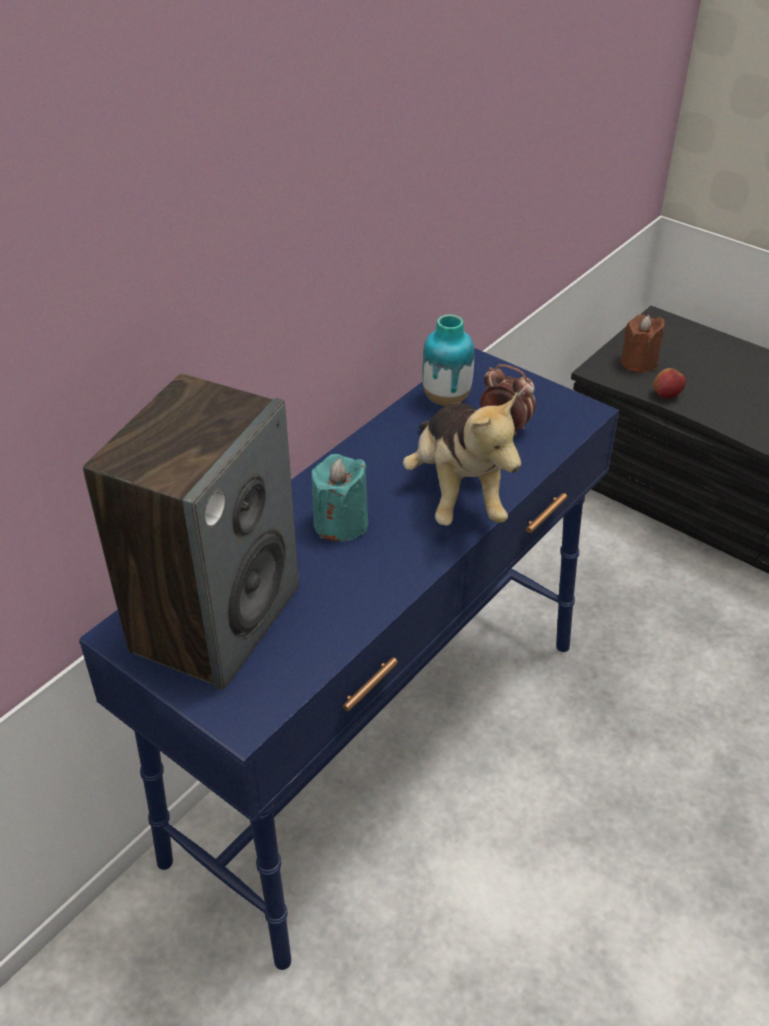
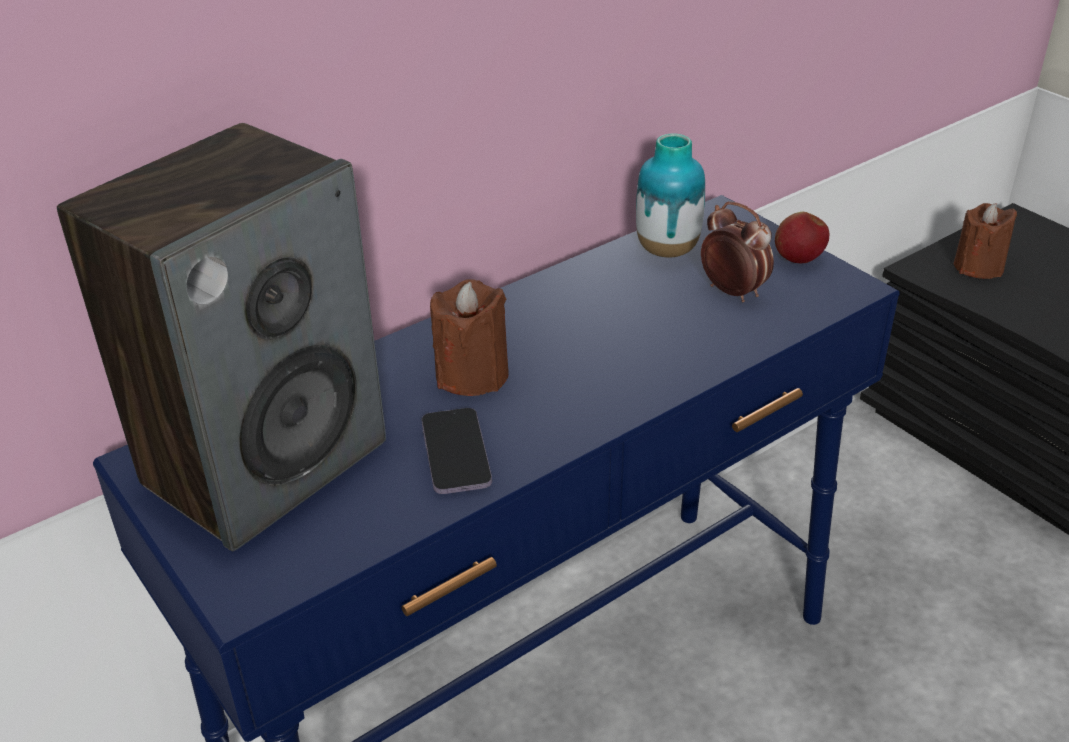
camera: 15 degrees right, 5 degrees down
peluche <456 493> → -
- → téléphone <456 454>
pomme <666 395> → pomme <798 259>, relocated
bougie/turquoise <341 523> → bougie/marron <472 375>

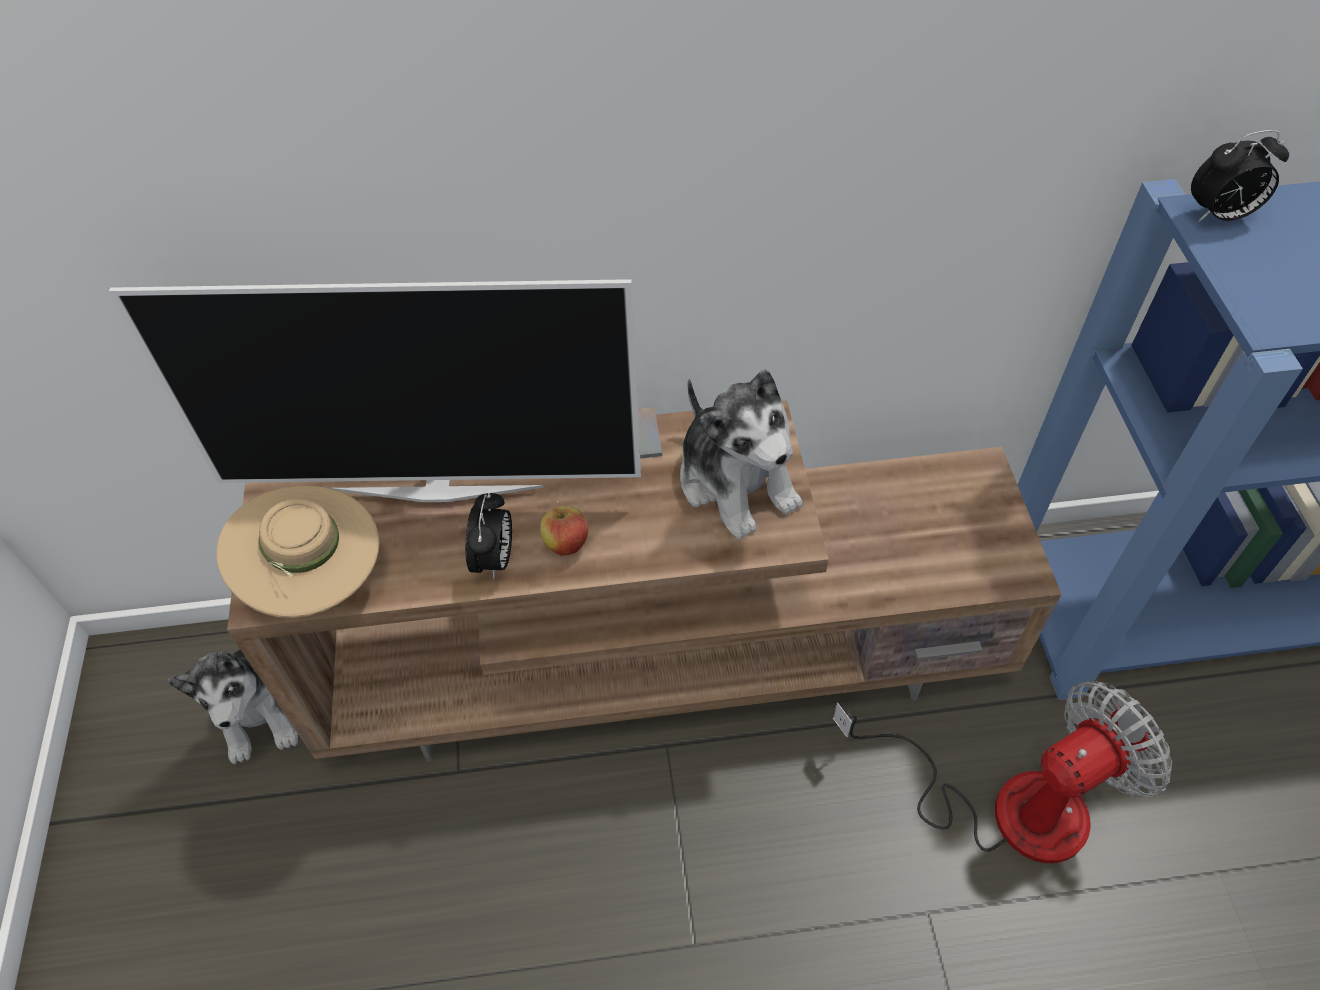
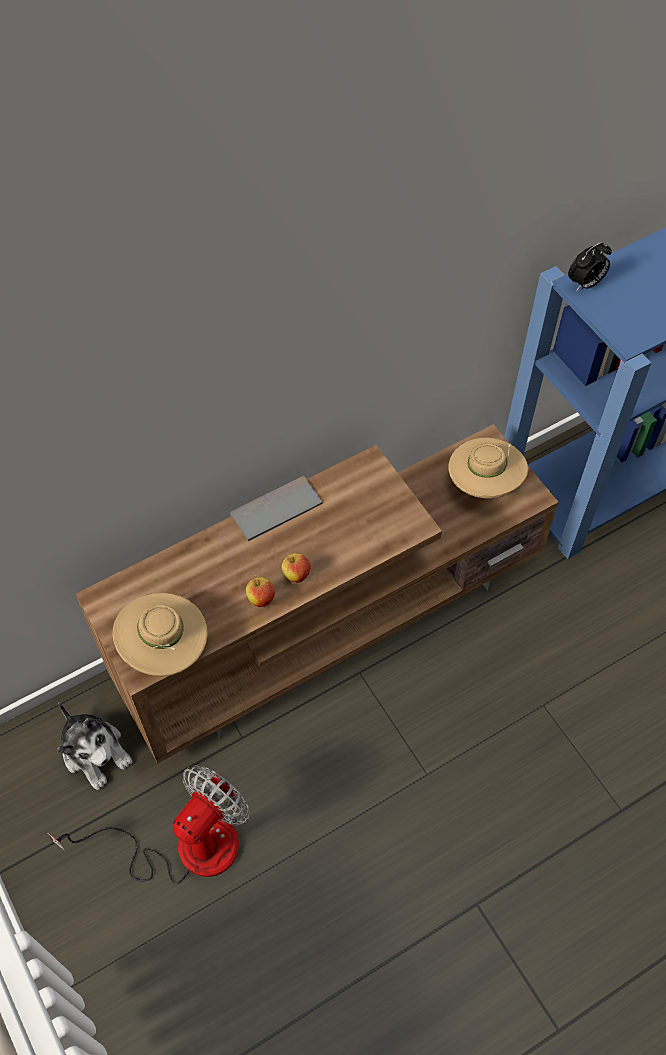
camera: 25 degrees left, 5 degrees up
téléviseur <438 485> → -
peluche <736 481> → -
- → chapeau/beige <484 484>
ventilateur <1004 804> → ventilateur <184 846>, relocated
réveil <494 560> → pomme <261 599>

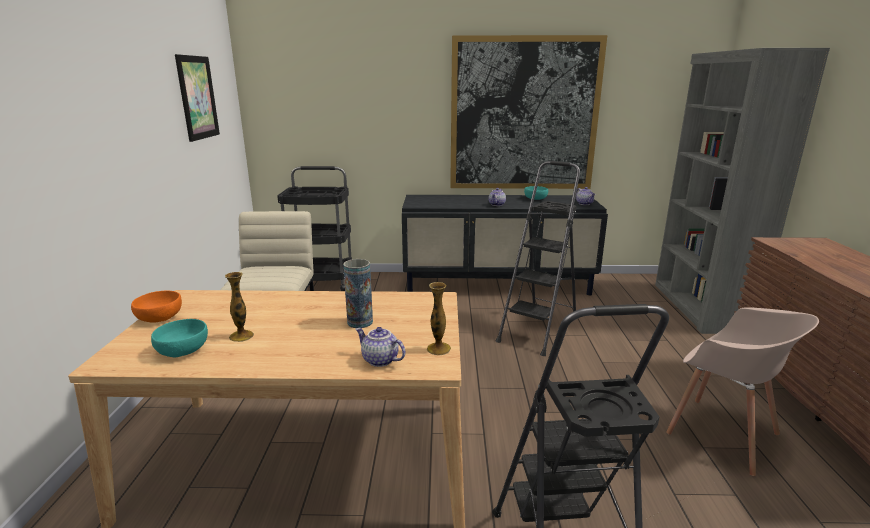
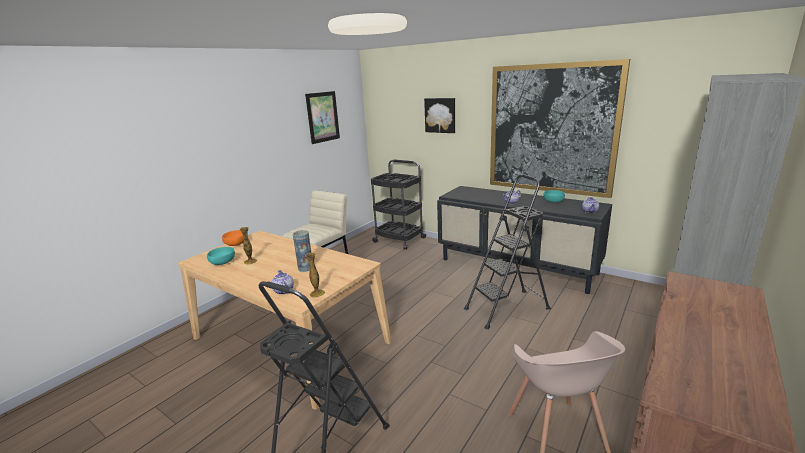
camera: 35 degrees right, 0 degrees up
- → tableau <440 115>

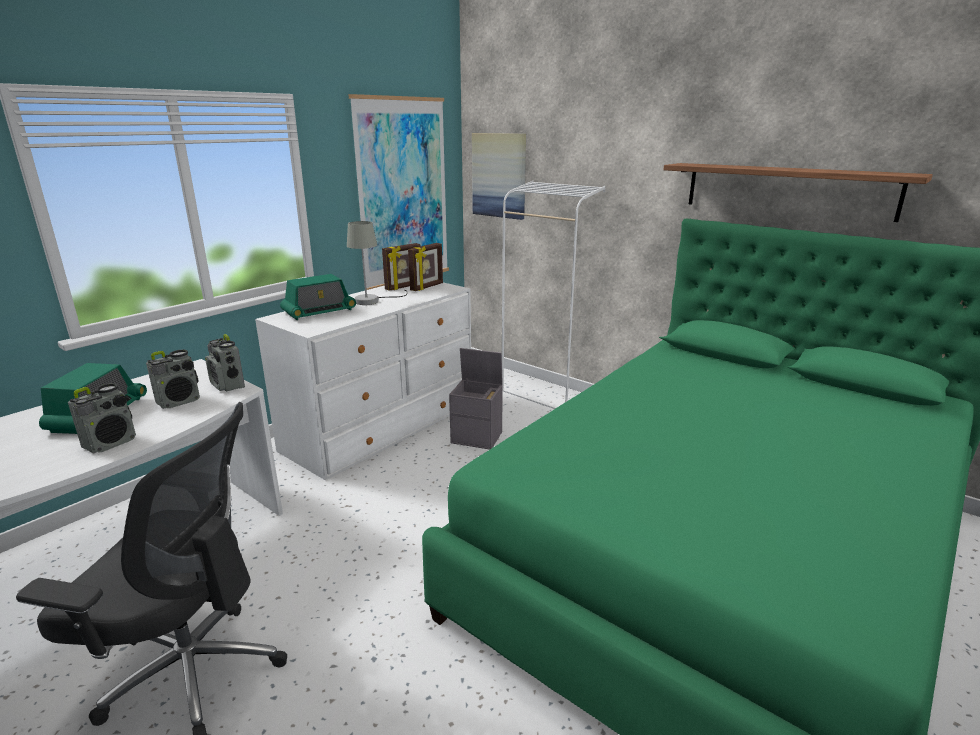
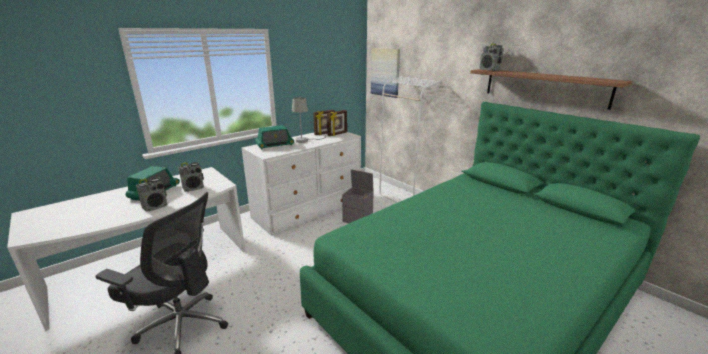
camera: 10 degrees right, 0 degrees up
tableau <403 193> → -
radio <227 385> → radio <489 70>, relocated

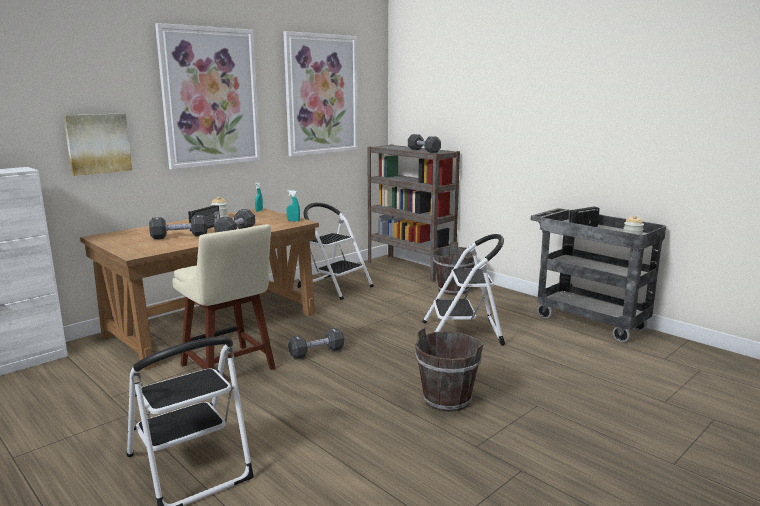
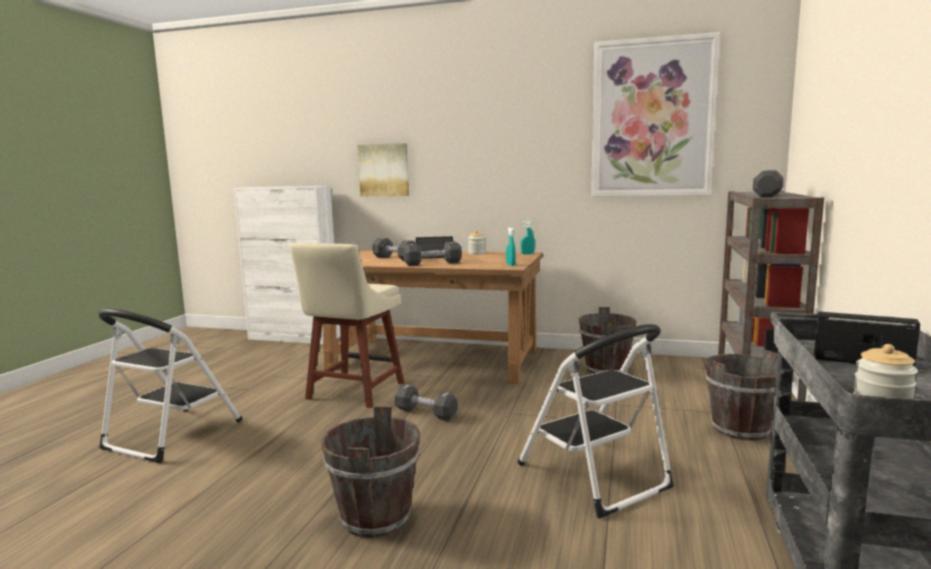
camera: 60 degrees right, 5 degrees down
tableau <210 97> → -
escabeau <333 287> → seau/marron <606 369>

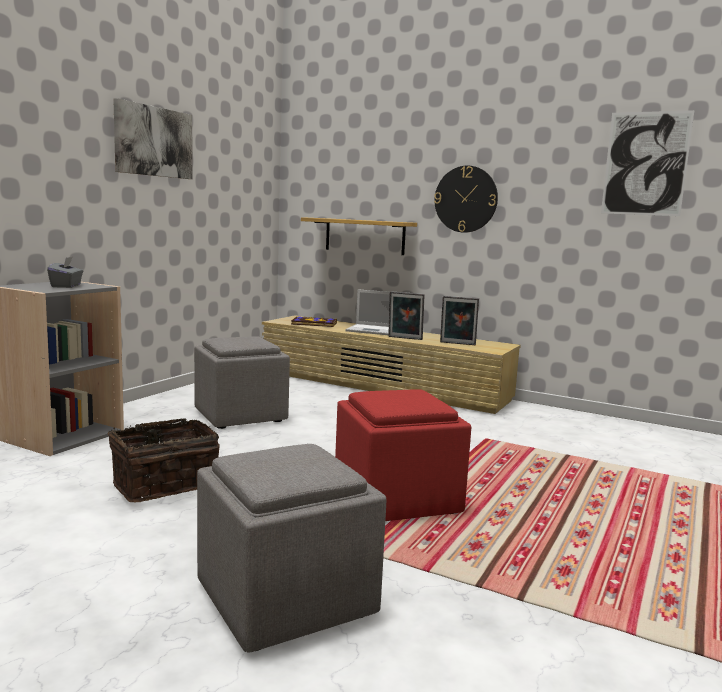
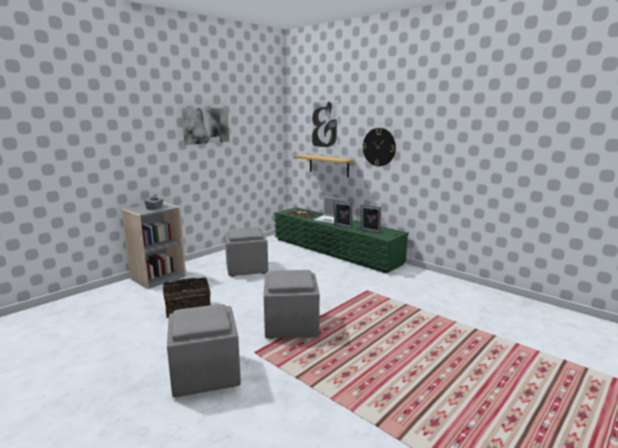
camera: 15 degrees right, 5 degrees up
tableau <645 163> → tableau <324 124>, relocated
meuble télé/beige <383 386> → meuble télé/vert <335 251>
pouf/rouge <397 499> → pouf/gris <292 325>

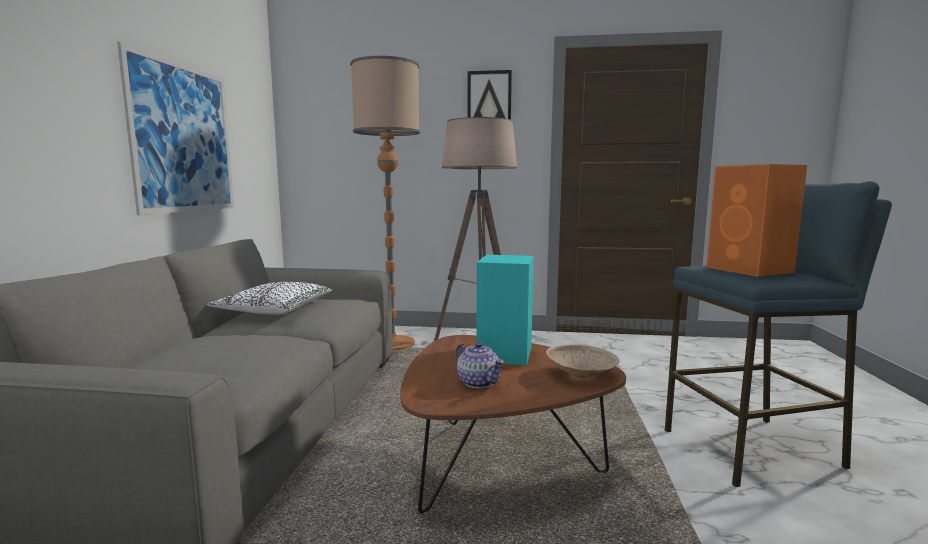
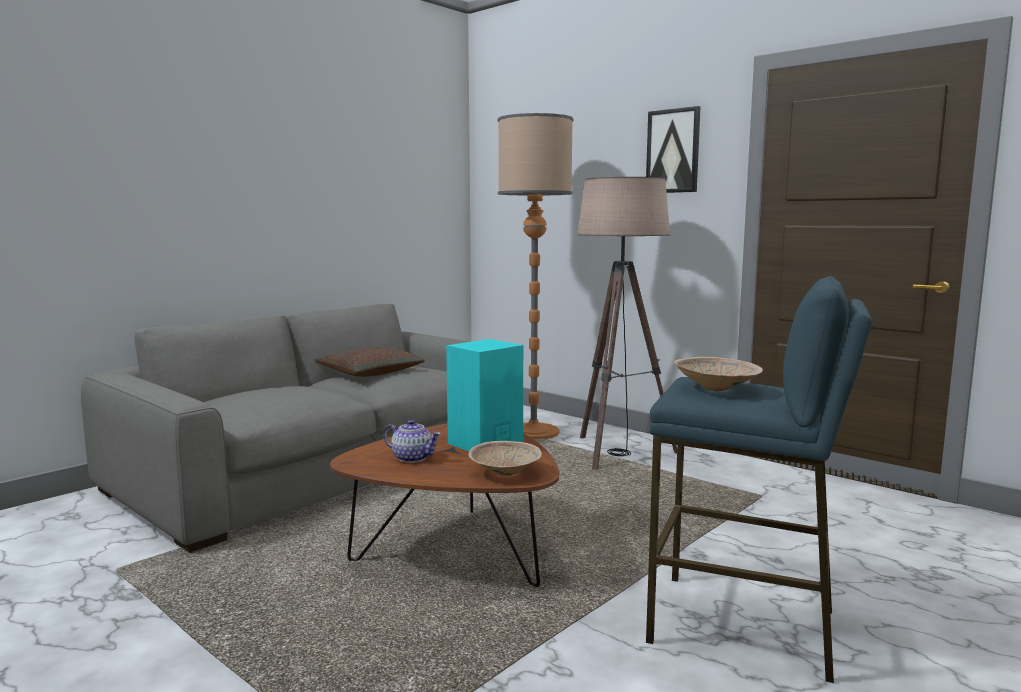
camera: 35 degrees right, 0 degrees up
tableau <184 138> → -
enceinte/orange <750 270> → bol/beige <717 389>
coussin/blanc <274 310> → coussin/marron <369 373>
théière <478 382> → théière <412 458>, 60 degrees counterclockwise

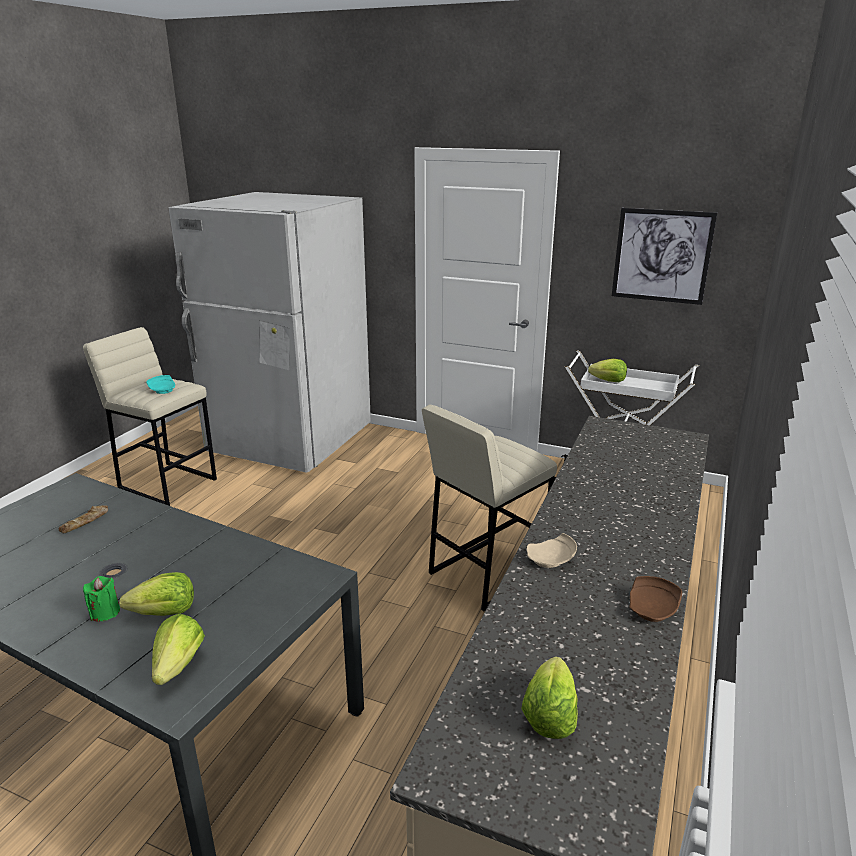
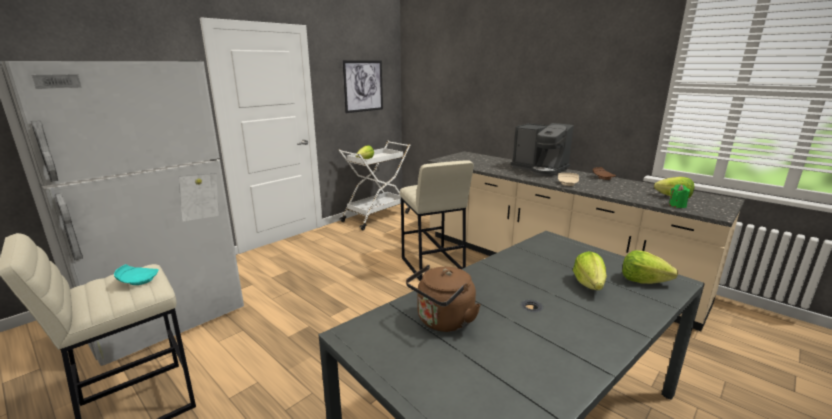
camera: 70 degrees left, 5 degrees down
- → machine à café <540 169>
bougie/vert <105 612> → bougie/vert <677 205>, relocated
pain <85 522> → bouilloire/marron <443 321>

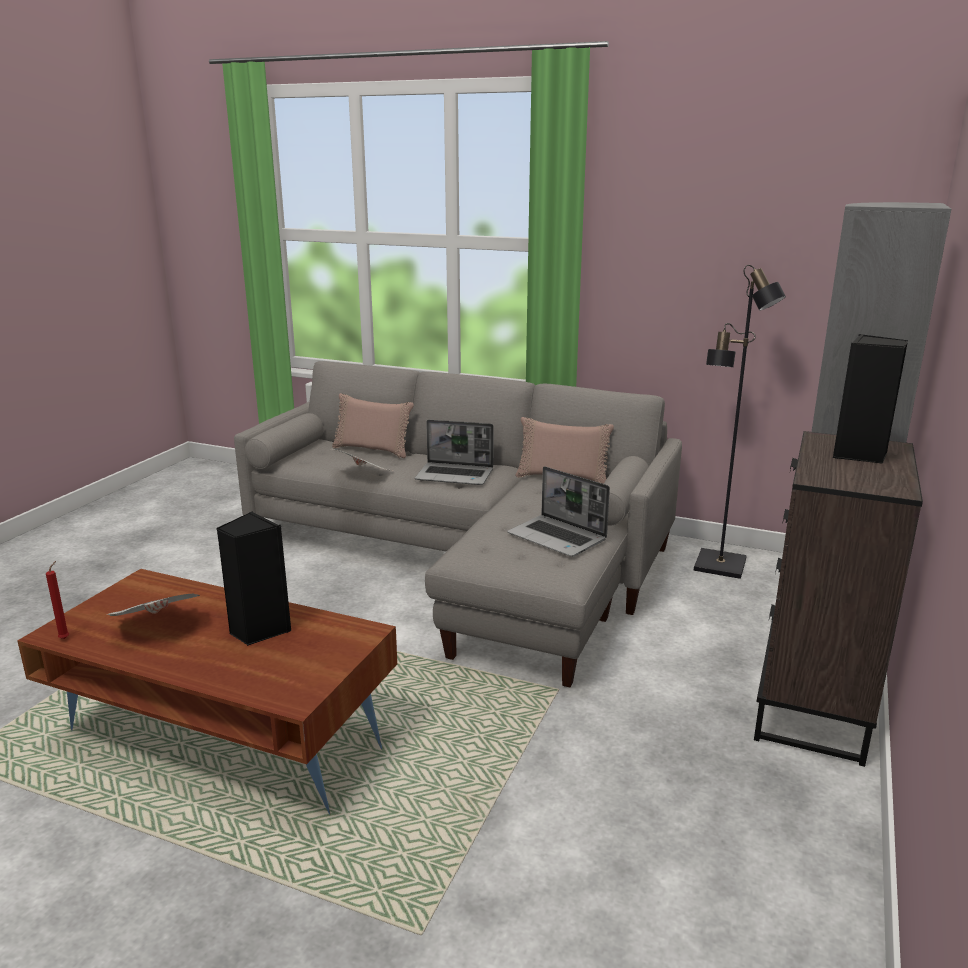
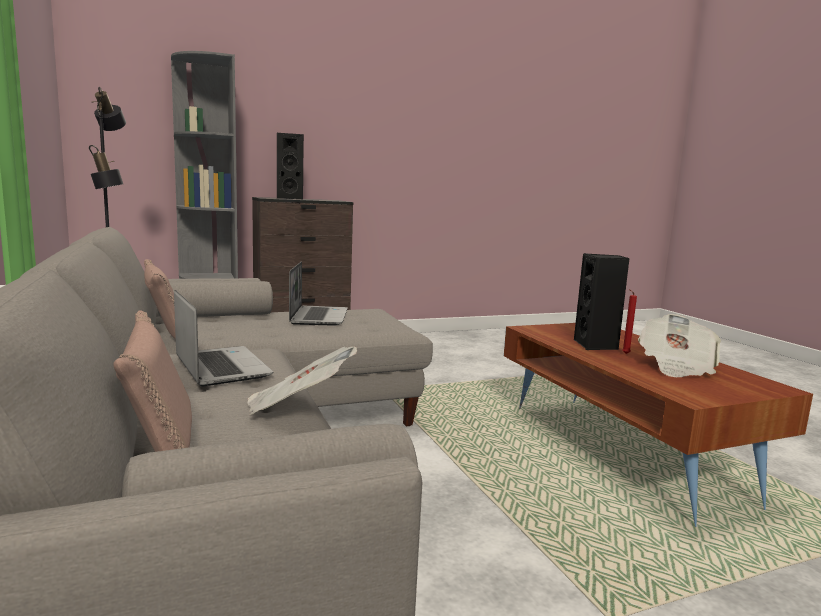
camera: 135 degrees left, 10 degrees down
bougie/rouge <65 638> → bougie/rouge <624 354>, relocated

